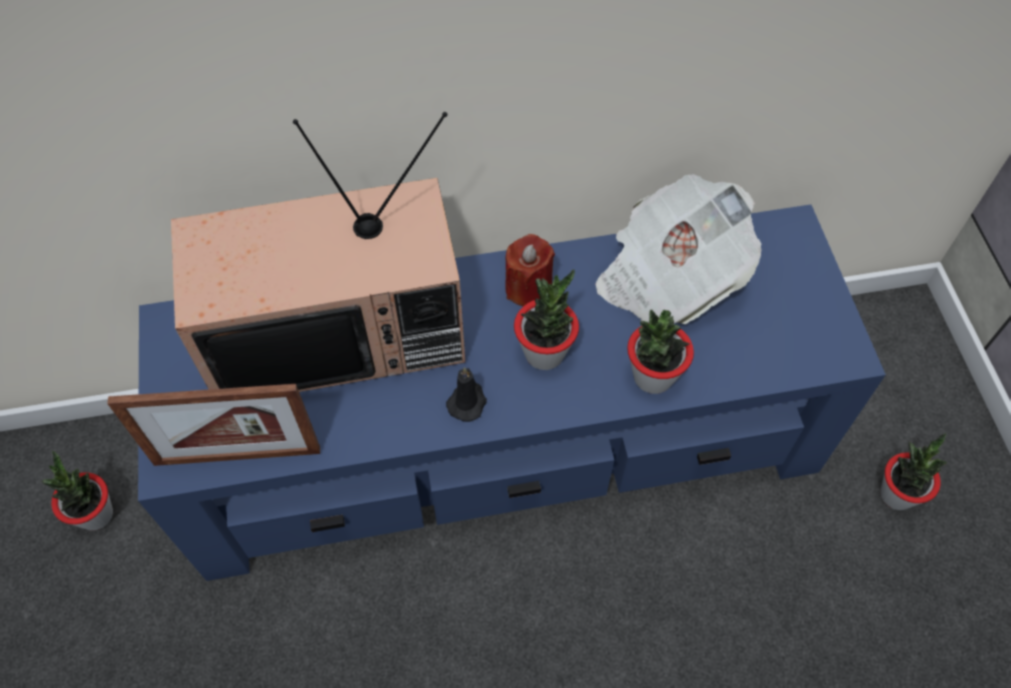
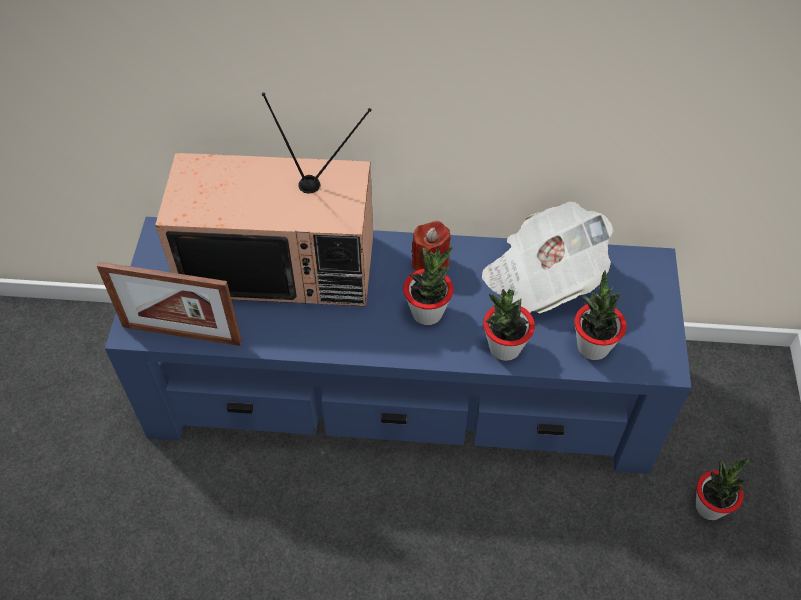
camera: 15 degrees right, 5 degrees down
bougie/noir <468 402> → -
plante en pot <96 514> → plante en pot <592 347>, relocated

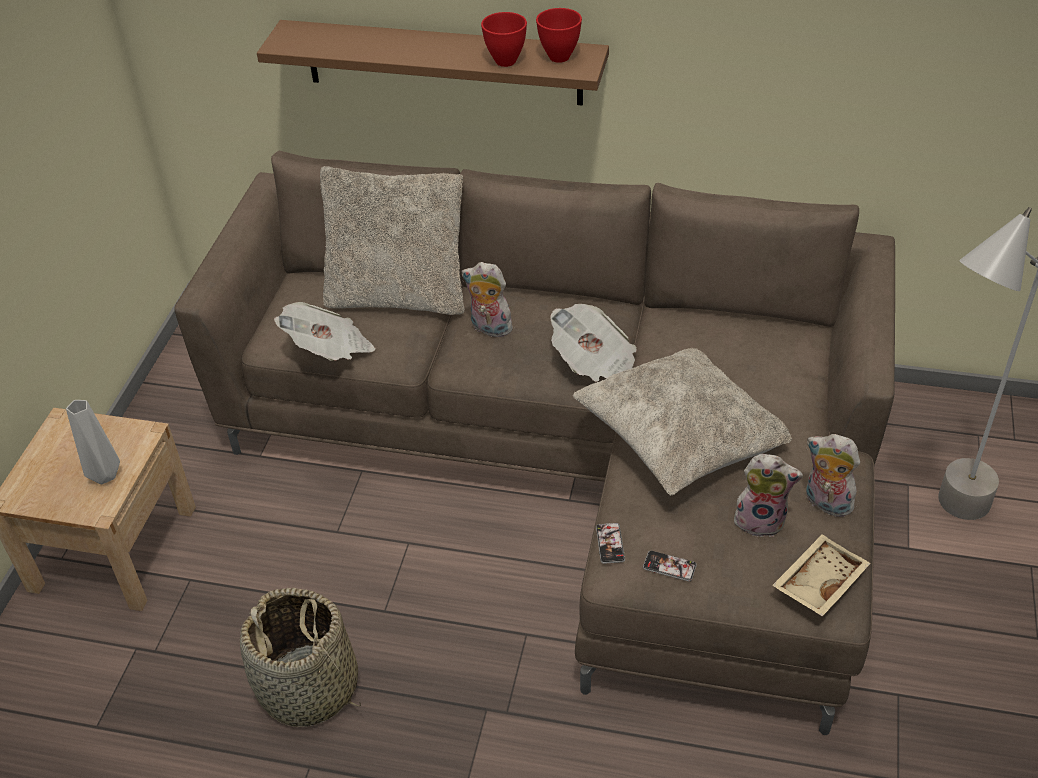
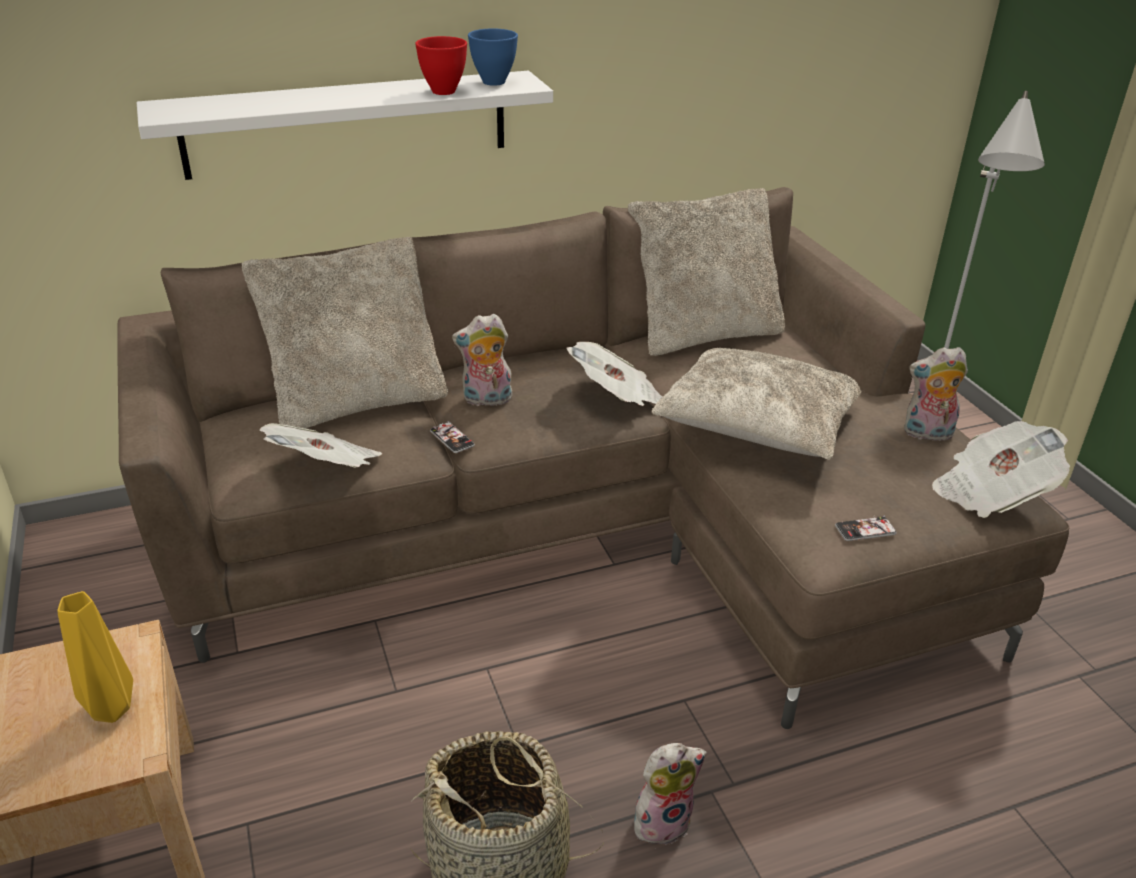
camera: 35 degrees left, 10 degrees down
- → coussin/beige <704 330>
téléphone <610 543> → téléphone <452 438>, relocated
peluche <761 520> → peluche <662 820>, relocated
plateau/beige <818 582> → journal <991 493>
vase/gris <105 476> → vase/jaune <113 711>
étagère/marron <443 62> → étagère/blanc <347 124>
bol/rouge <560 58> → bol/bleu <495 82>

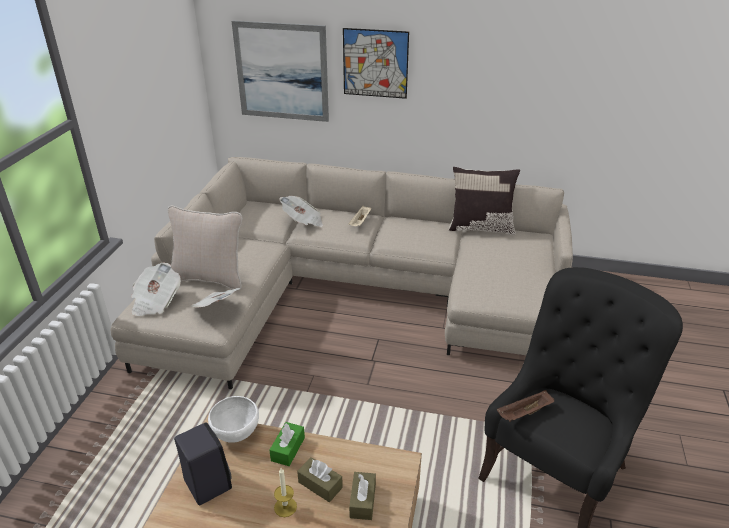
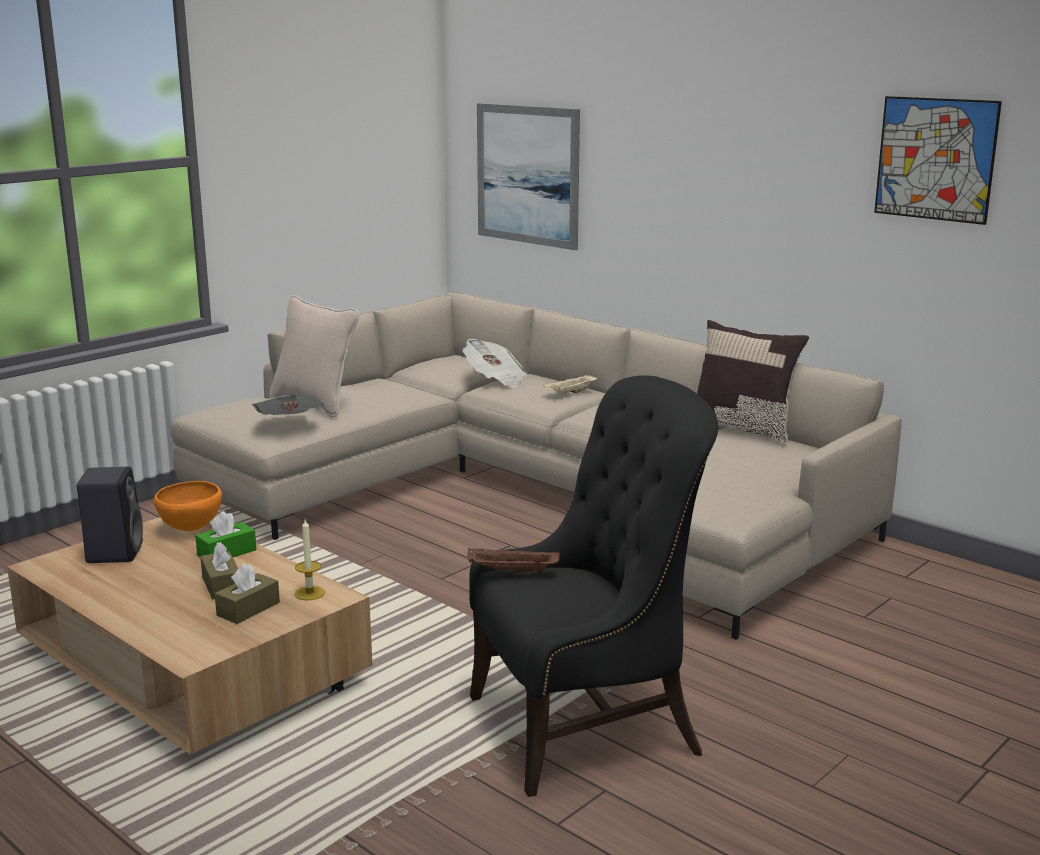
camera: 30 degrees right, 15 degrees down
journal <156 302> → -
bougie <285 507> → bougie <309 593>, relocated
tableau <375 63> → tableau <935 159>, relocated
bol/blanc <236 434> → bol/orange <191 529>

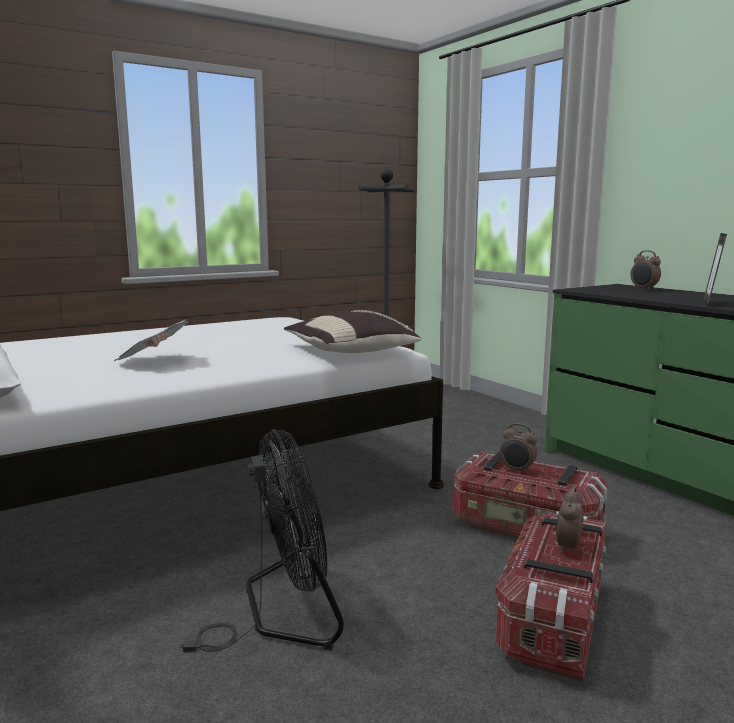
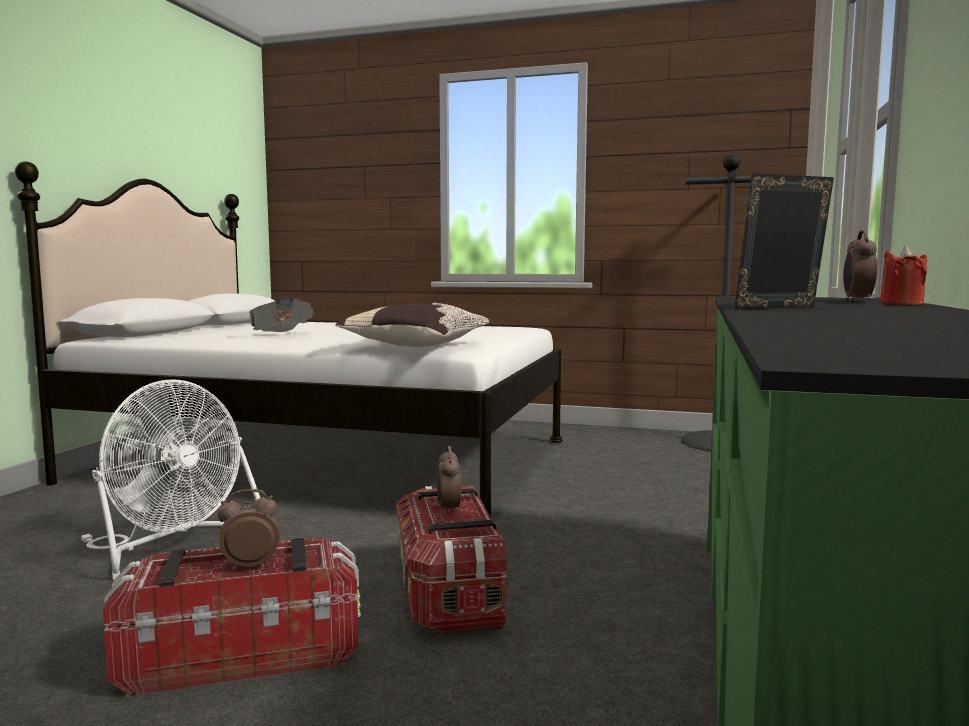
camera: 50 degrees right, 5 degrees down
- → bougie/rouge <901 303>
ventilateur/noir <278 608> → ventilateur/blanc <165 546>

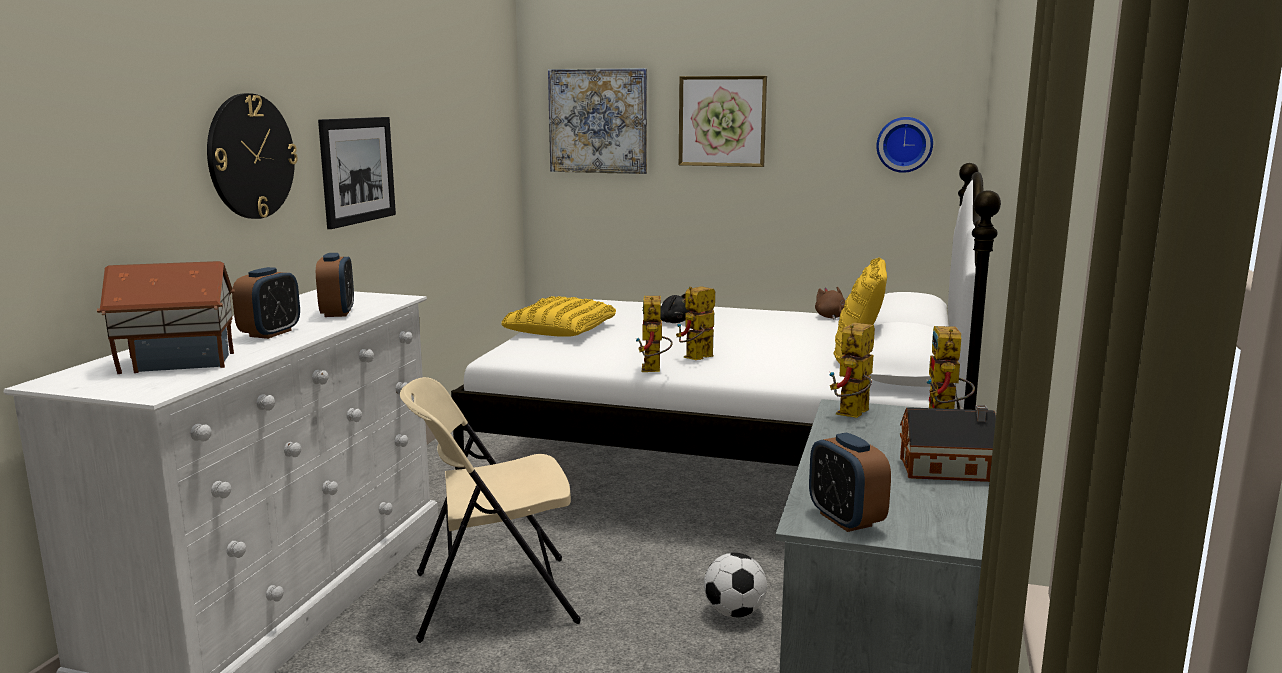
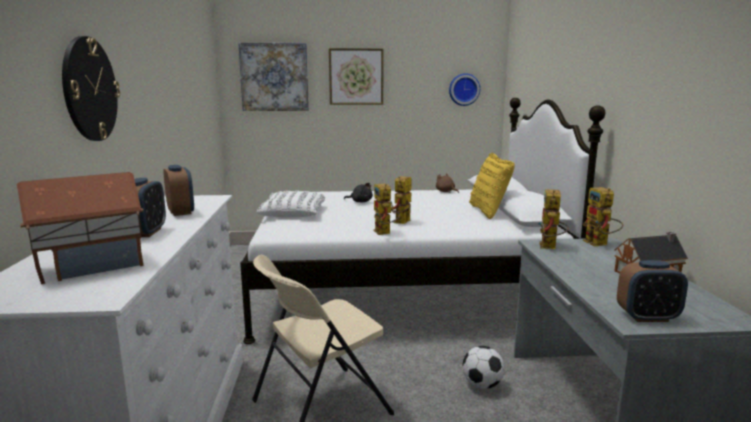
camera: 20 degrees left, 0 degrees up
tableau <358 170> → -
coussin/jaune <559 330> → coussin/blanc <292 213>
réveil <845 519> → réveil <647 317>, 45 degrees counterclockwise

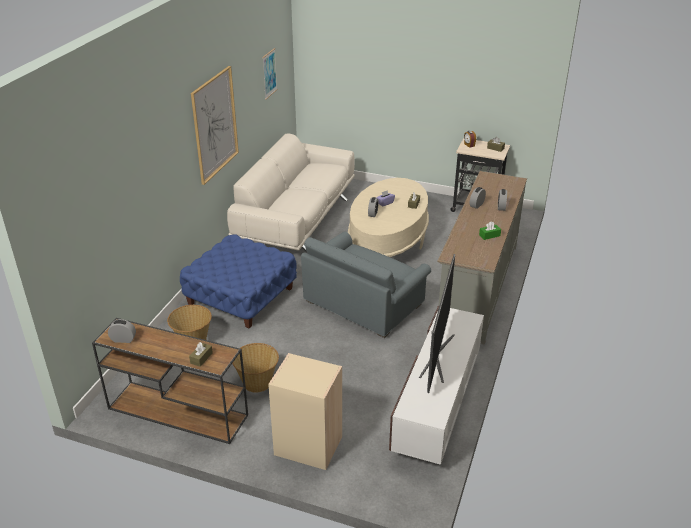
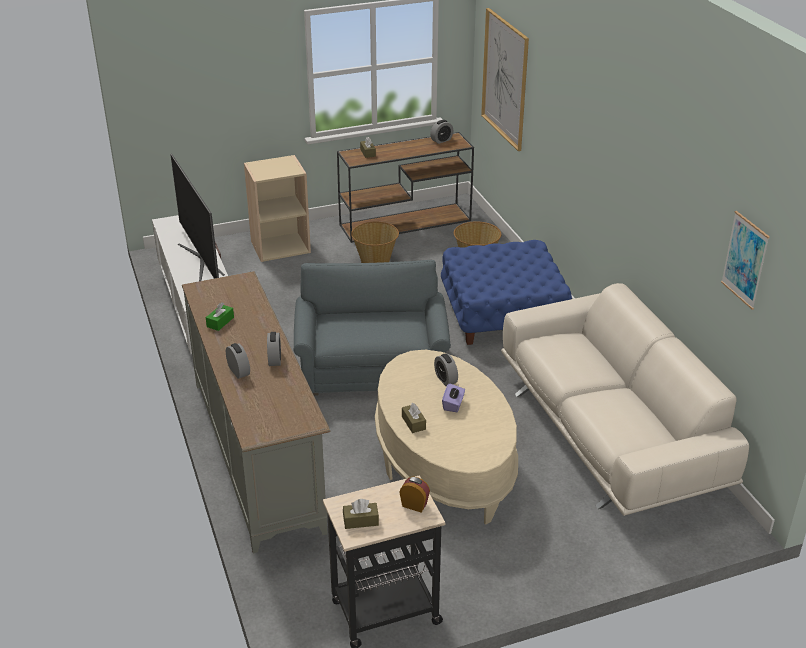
camera: 140 degrees right, 0 degrees up
tableau <215 125> → tableau <505 79>, relocated

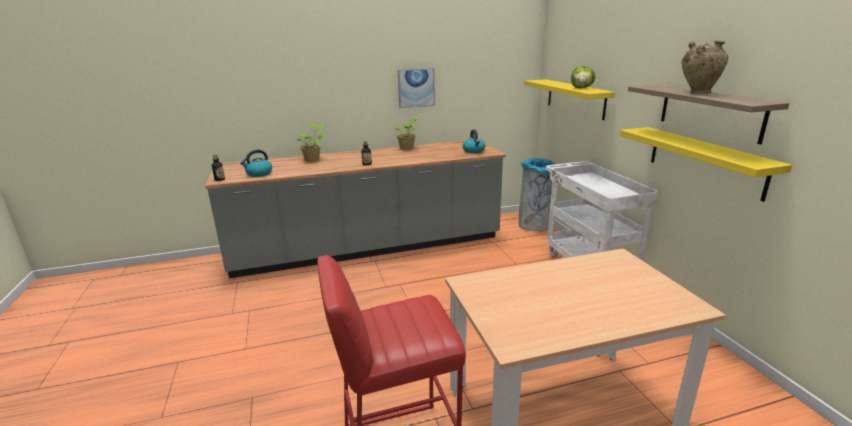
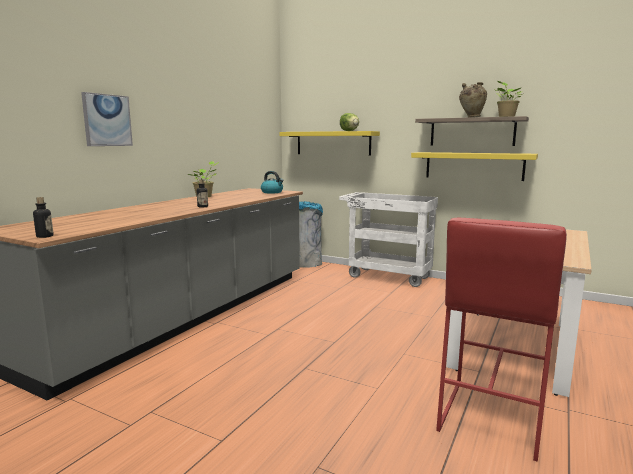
camera: 45 degrees left, 10 degrees down
bouilloire <259 174> → -
plante en pot <313 159> → plante en pot <506 116>, relocated
tableau <416 88> → tableau <107 120>, relocated

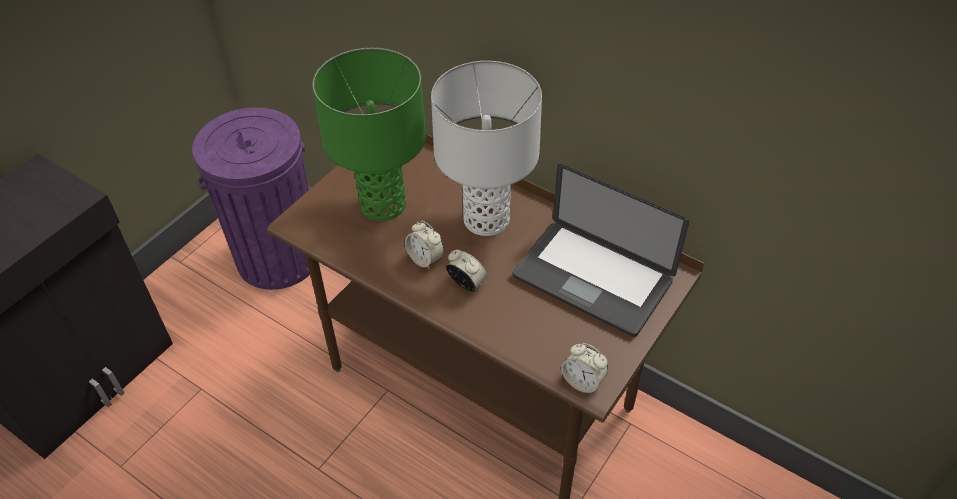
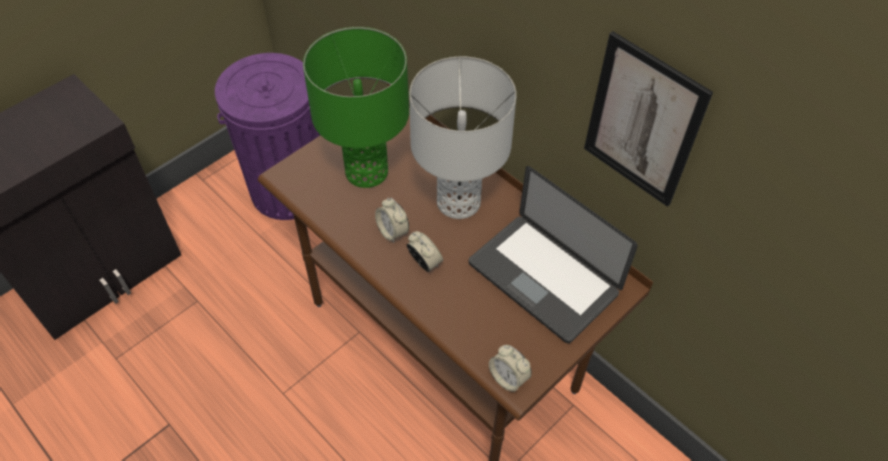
camera: 10 degrees right, 5 degrees up
- → tableau <643 122>

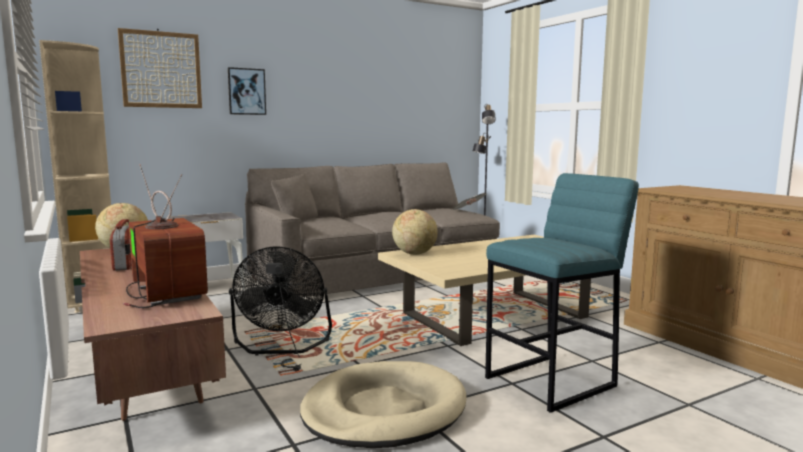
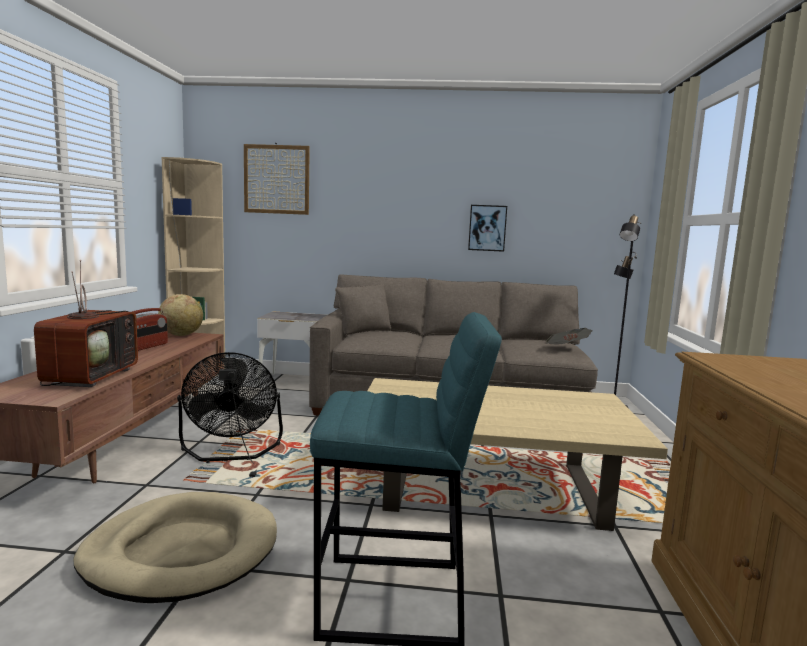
camera: 35 degrees right, 0 degrees up
globe <414 253> → -
tableau <246 91> → tableau <487 228>, relocated
ventilateur/noir <282 349> → ventilateur/noir <233 455>, 45 degrees counterclockwise

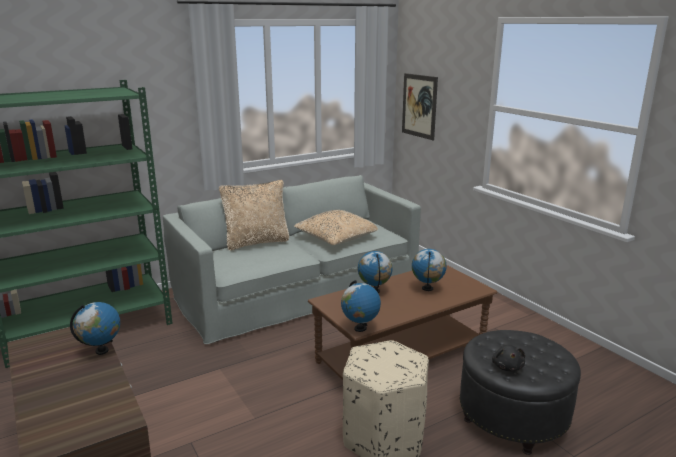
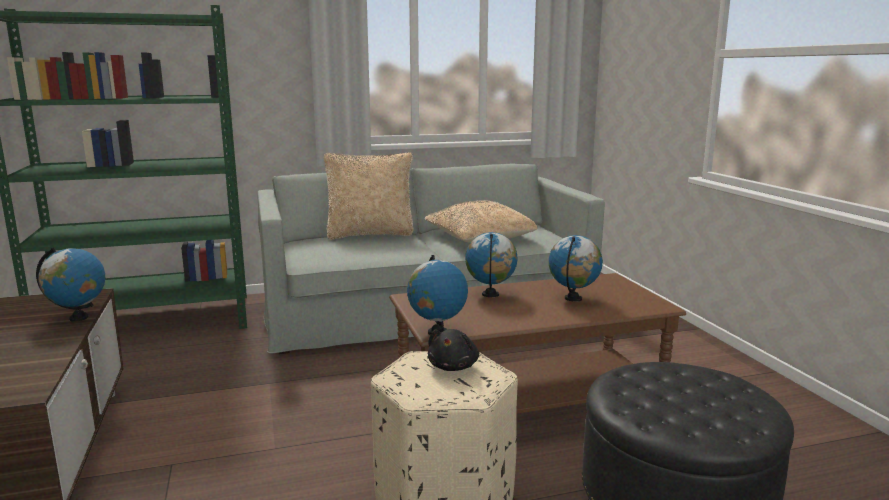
camera: 15 degrees right, 5 degrees down
tableau <419 106> → -
peluche/noir <507 366> → peluche/noir <453 367>, relocated

